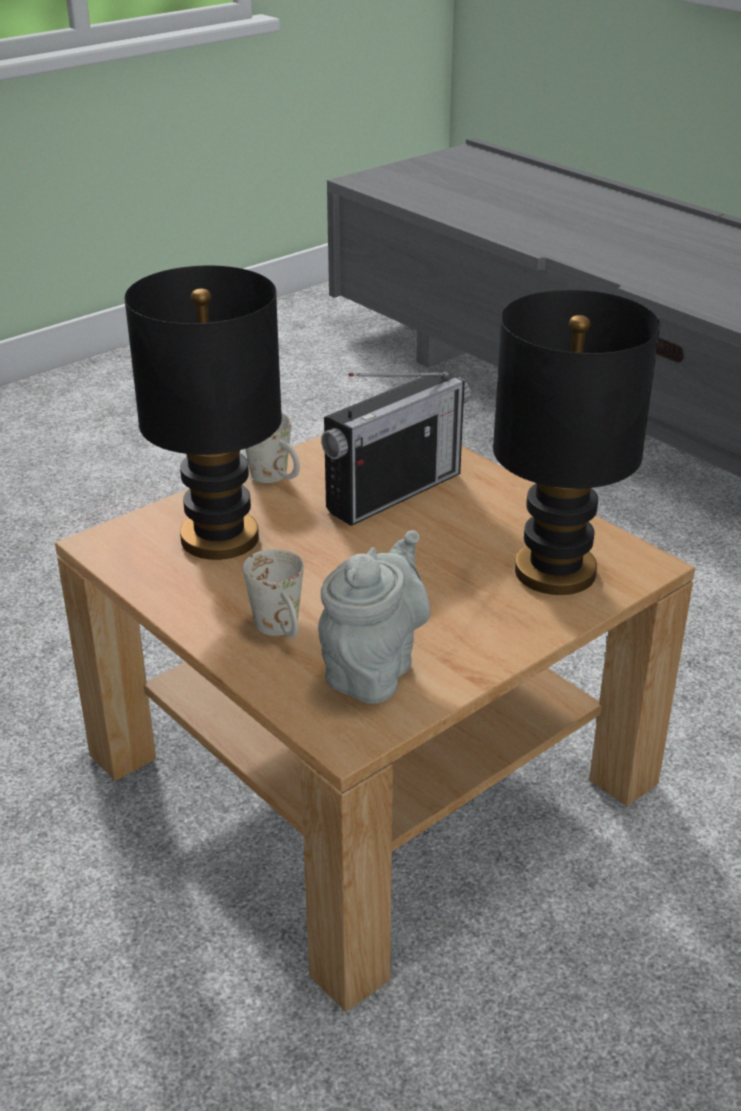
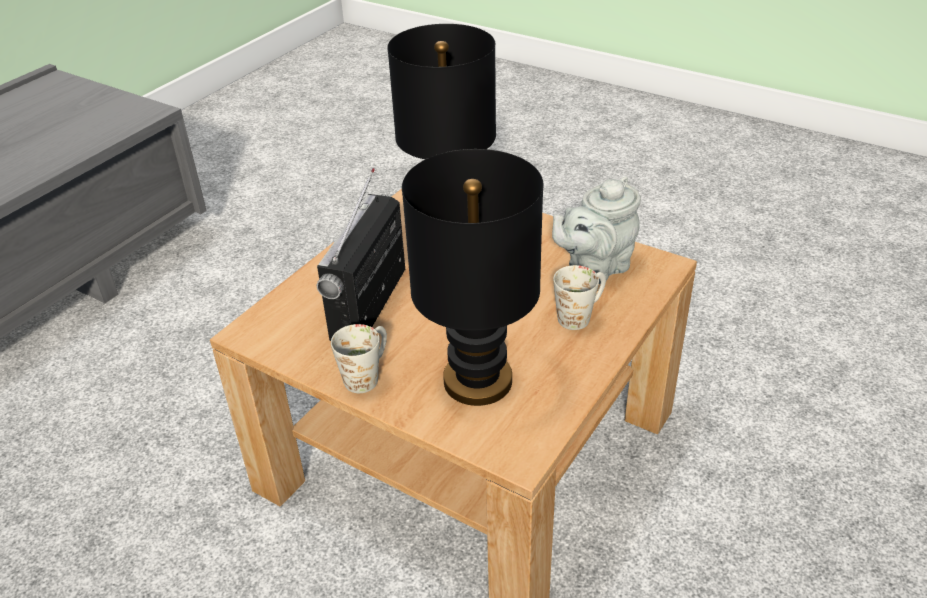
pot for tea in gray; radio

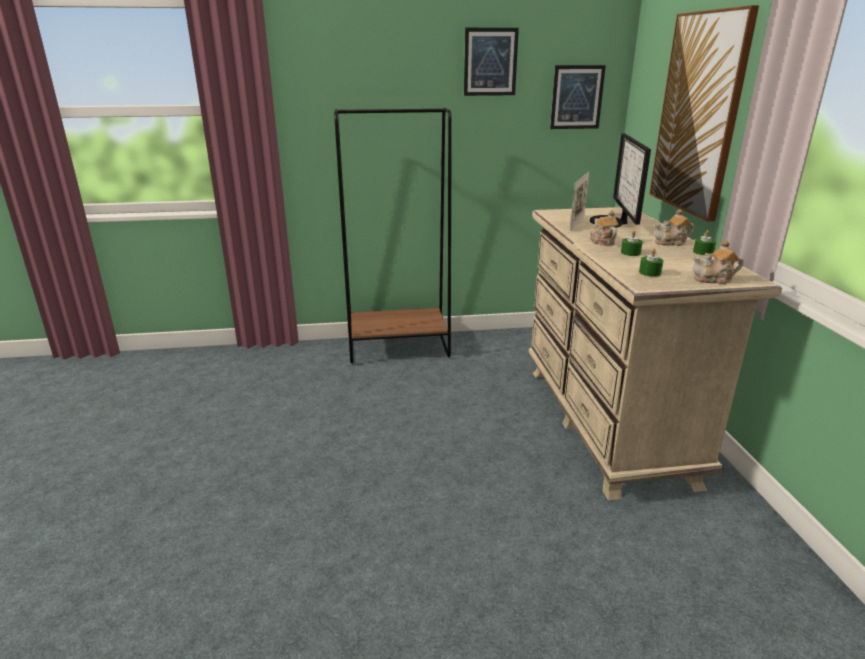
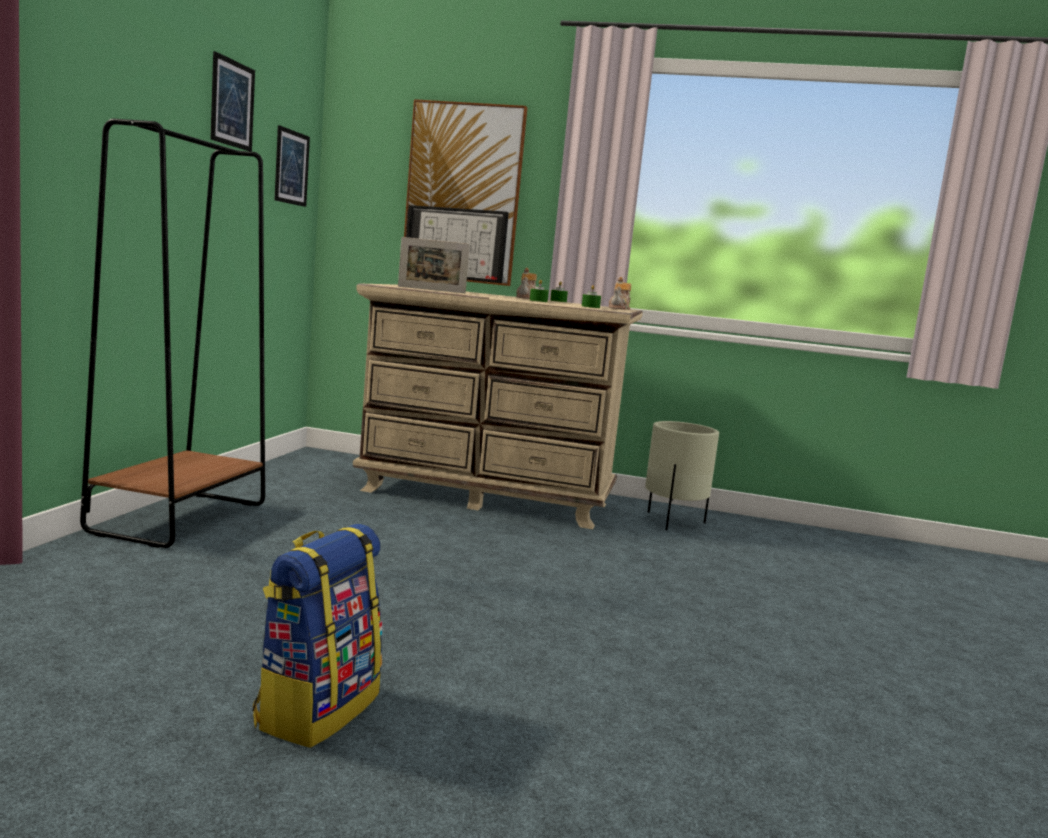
pot for tea (no. 1 from left in the first image); knapsack; flower pot in beige; standing frame

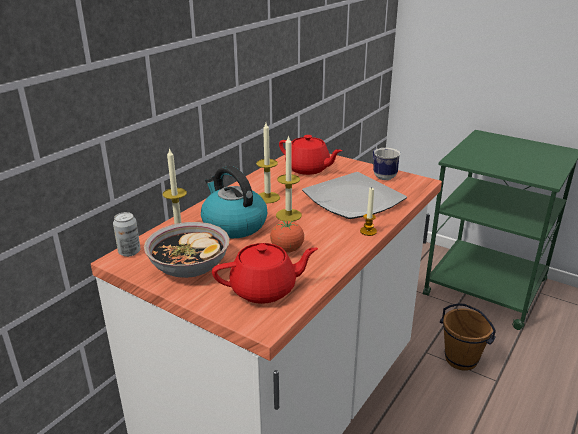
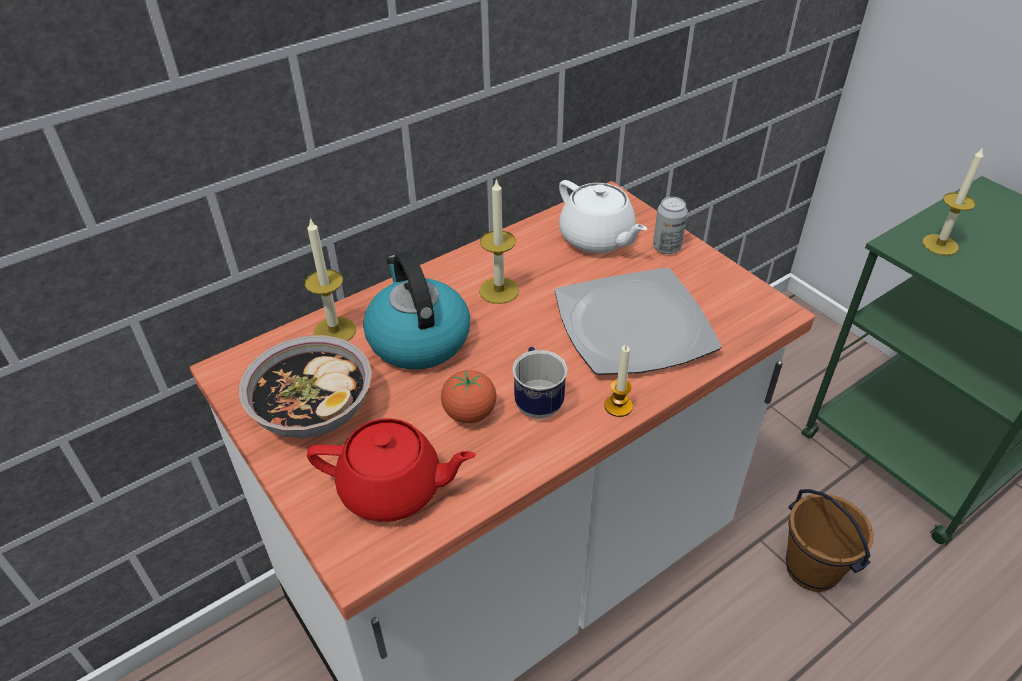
sealed can; wax candle (no. 4 from left); tea mug; pot for tea in white-coloured

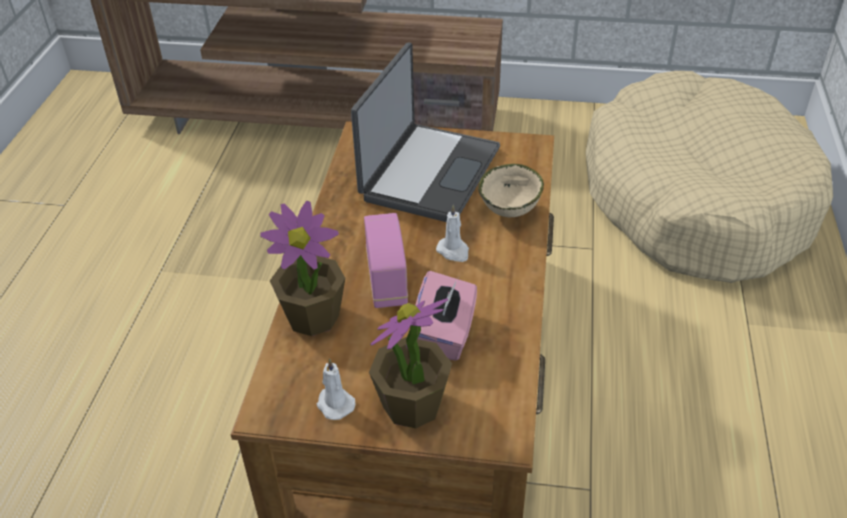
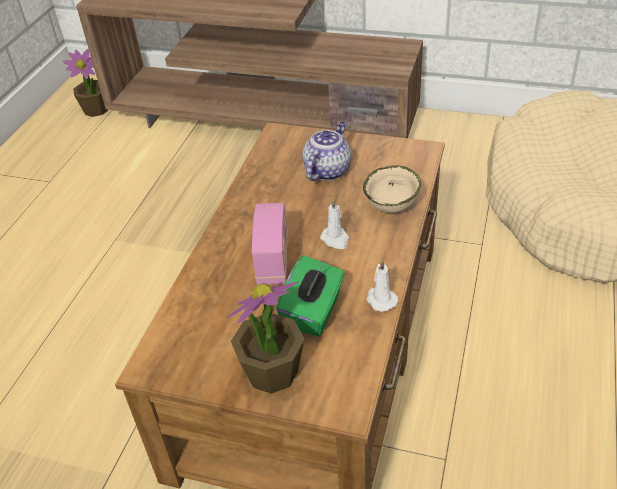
plant in a pot (no. 1 from left); wax candle in white-coloured (no. 2 from left); pot for tea; tissue holder in green

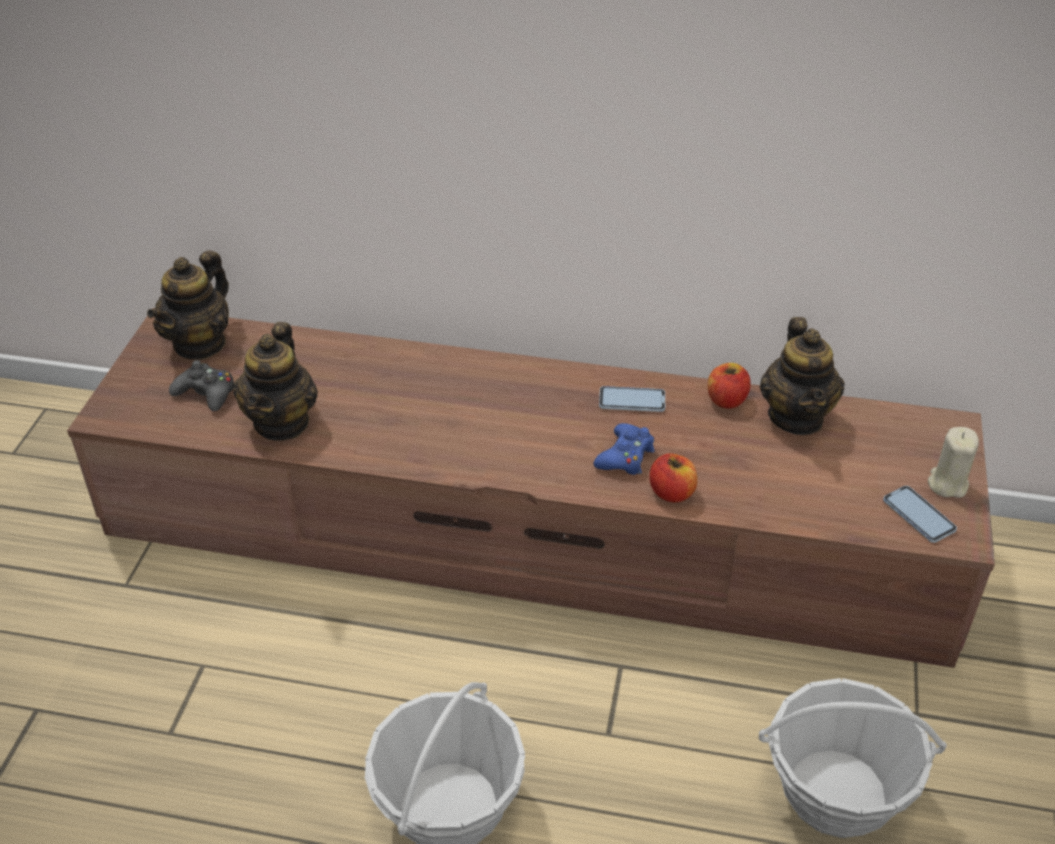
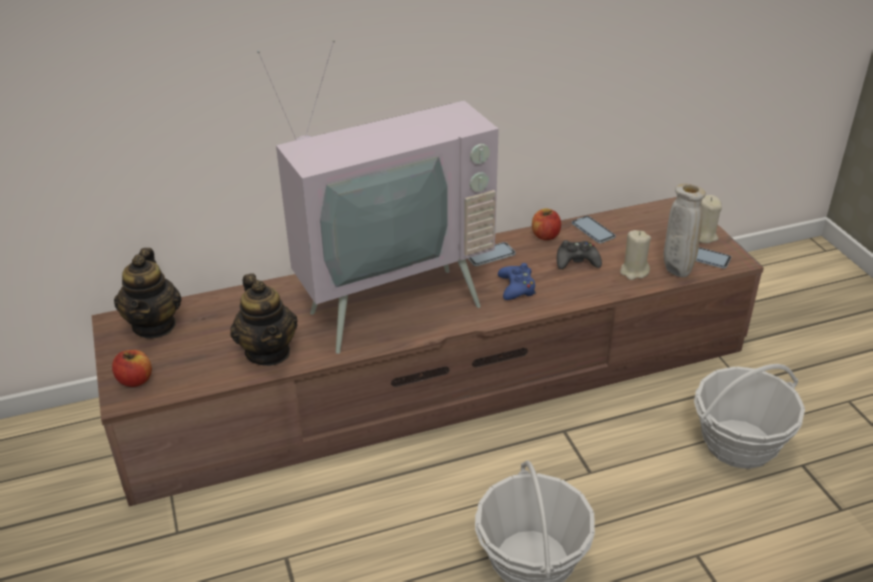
TV; wax candle in beige (no. 1 from left); vase in beige; joypad in black-coloured; apple fruit (no. 1 from left); handset (no. 2 from left)

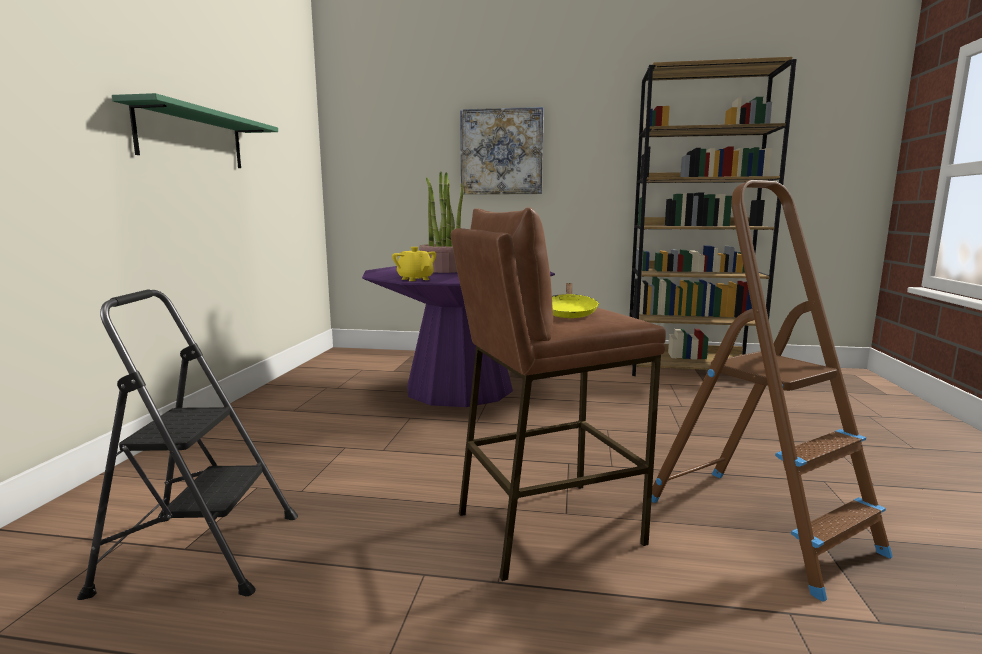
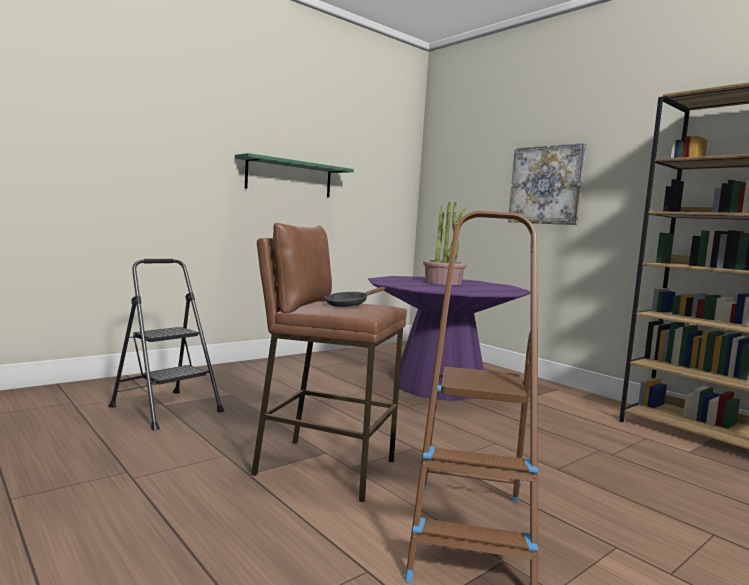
pot for tea in yellow; pan in black-coloured

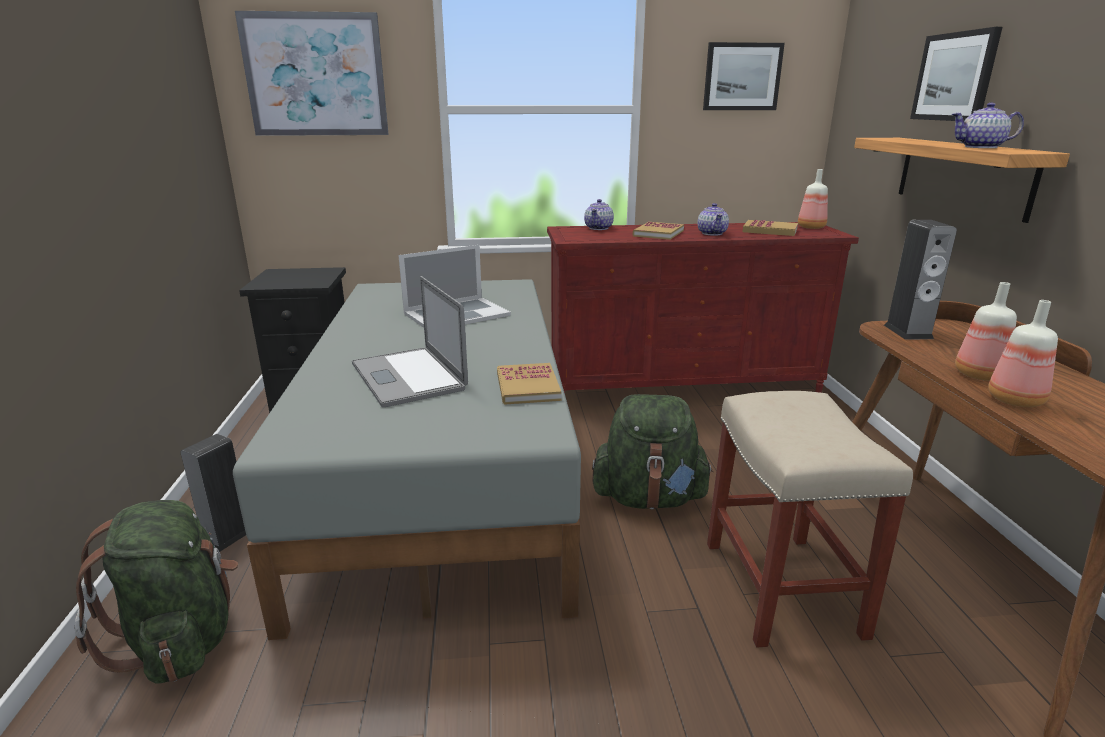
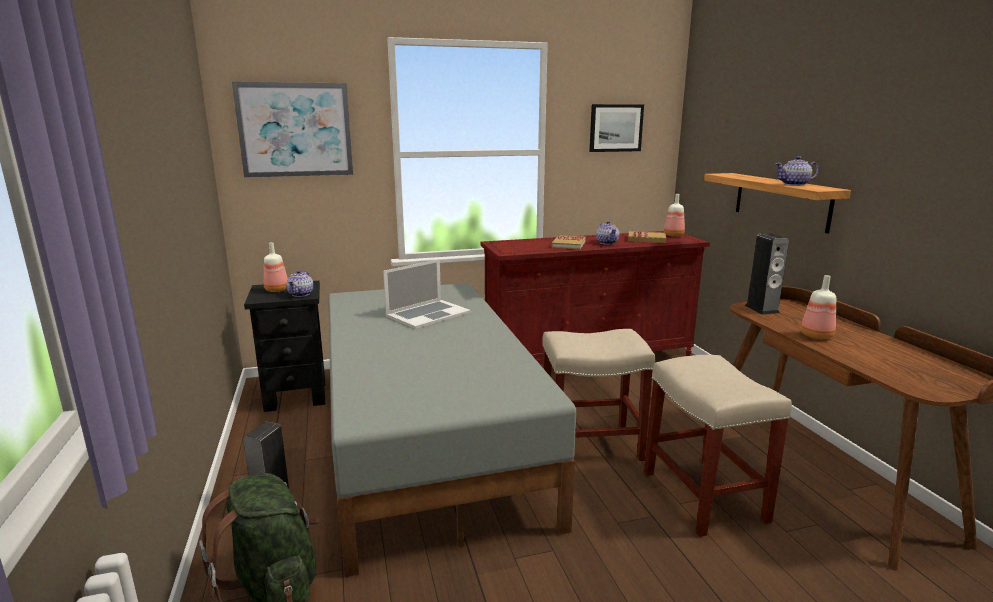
laptop (no. 1 from left in the first image); bound book (no. 1 from left in the first image); wall art (no. 3 from left in the first image); pot for tea (no. 1 from left); drink bottle (no. 1 from left); sitting stool in beige (no. 1 from left)

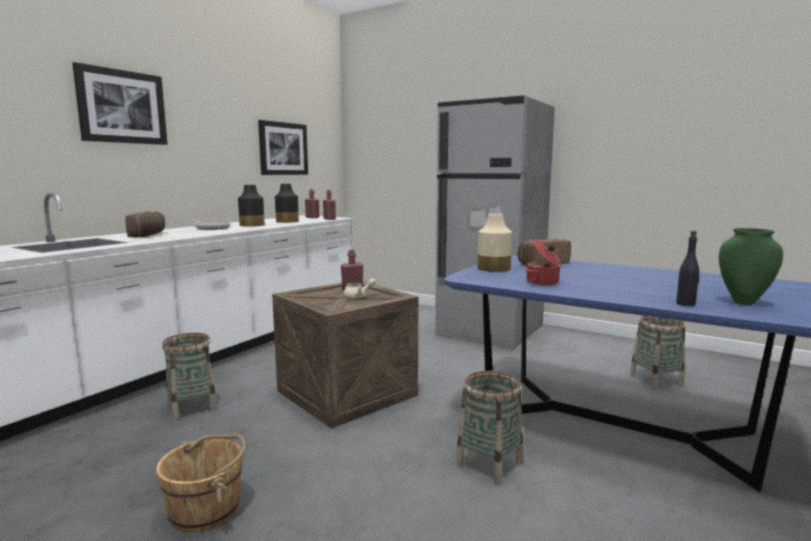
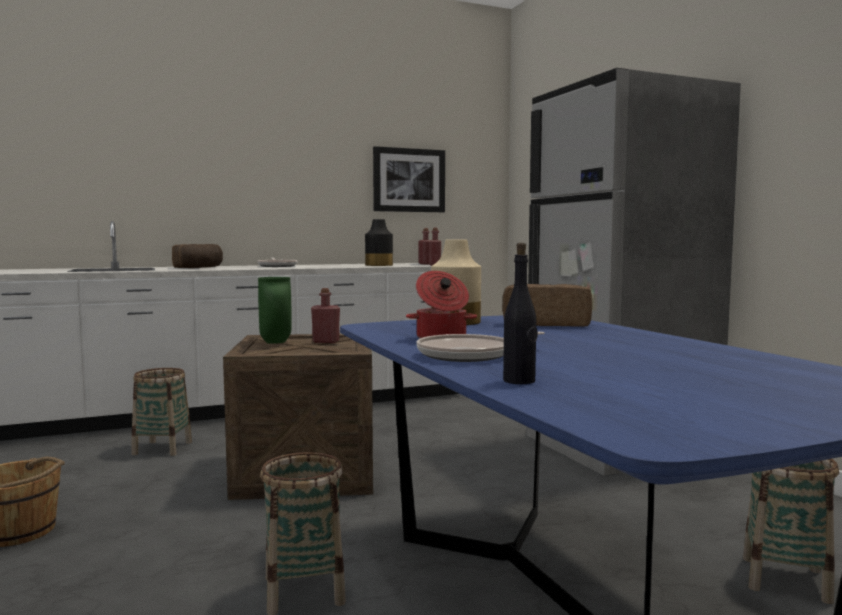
wall art (no. 1 from left in the first image); vase in black-coloured (no. 1 from left in the first image); pot for tea in beige; pan (no. 2 from left); vase in green

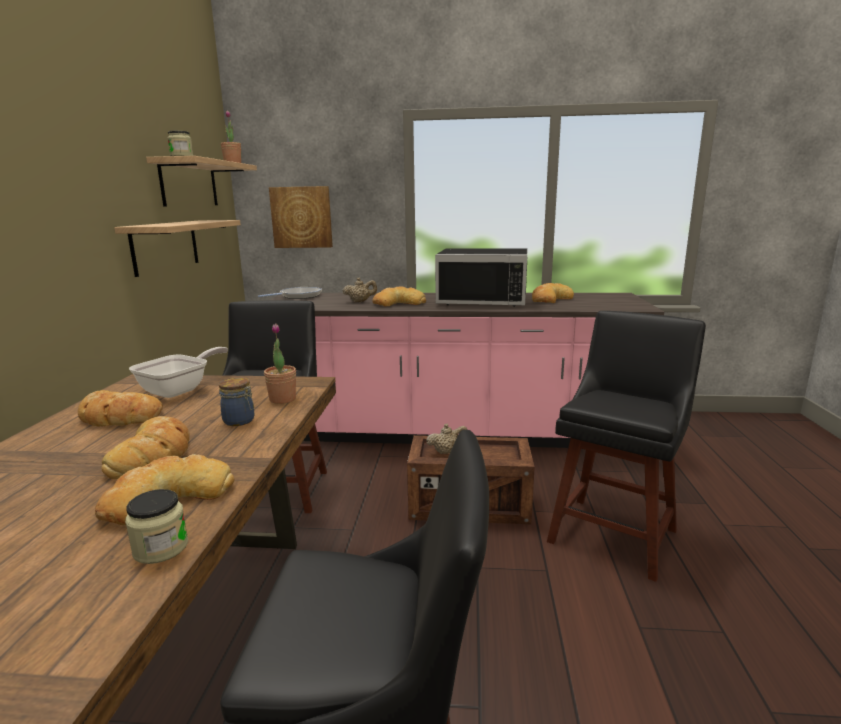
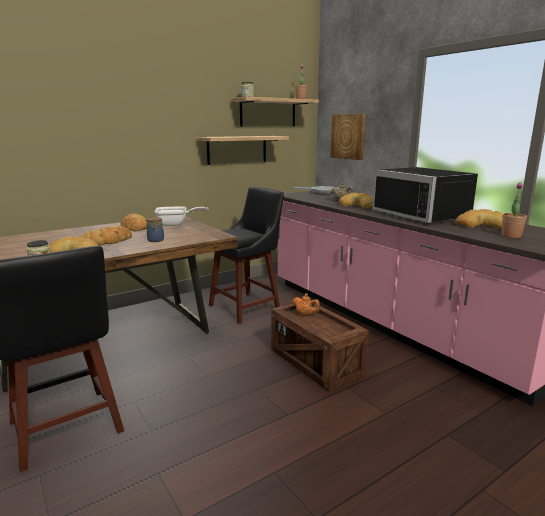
chair in black-coloured (no. 3 from left in the first image); plant in a pot (no. 2 from left); pot for tea in orangey

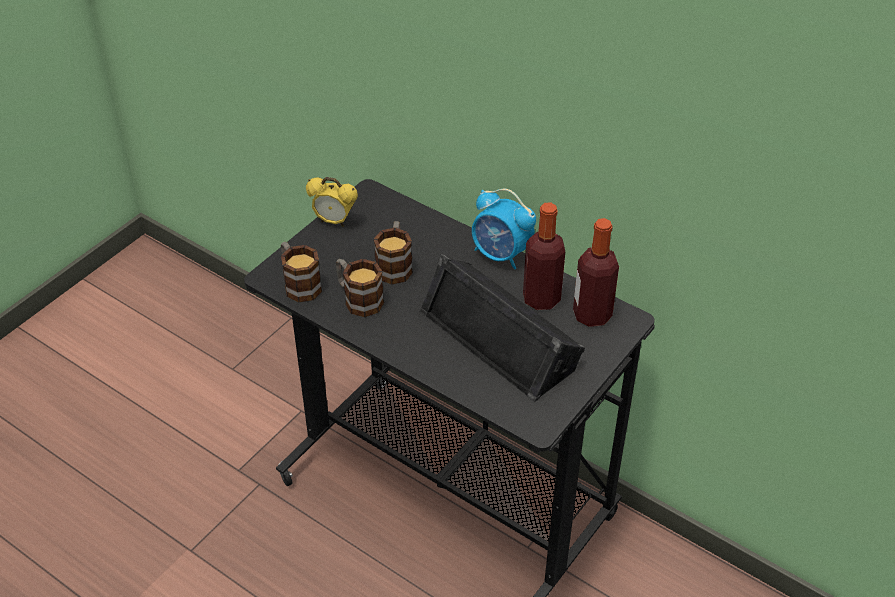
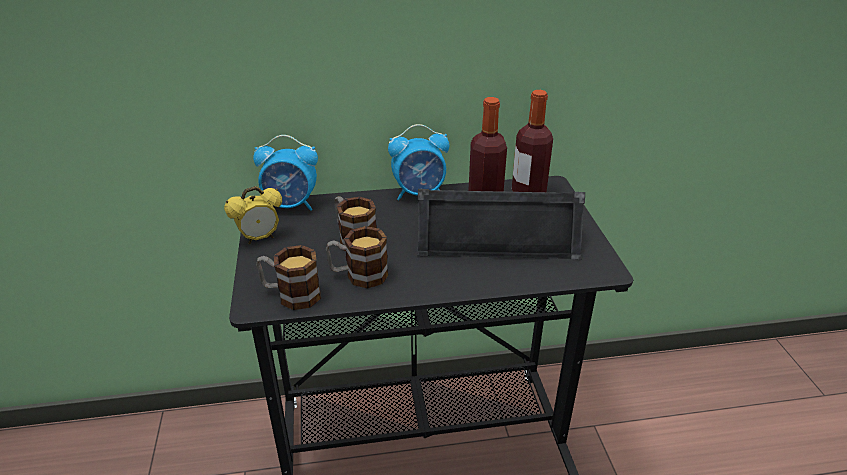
bedside clock (no. 2 from left)

